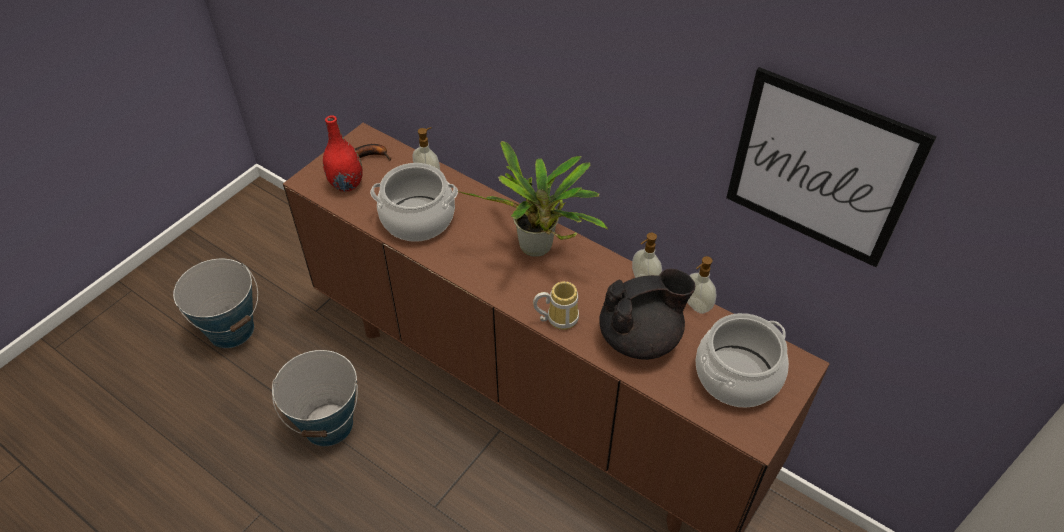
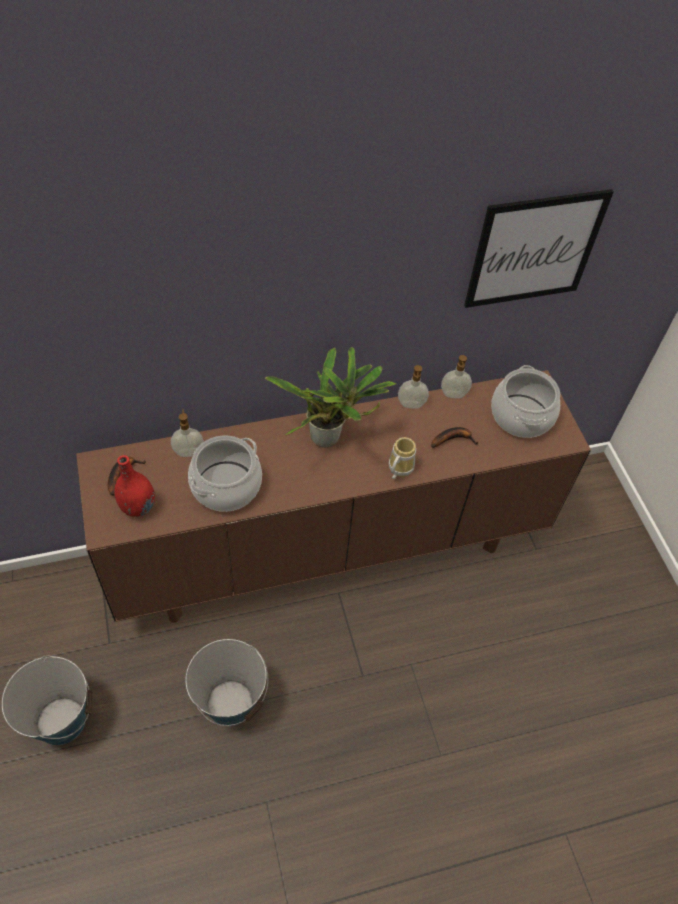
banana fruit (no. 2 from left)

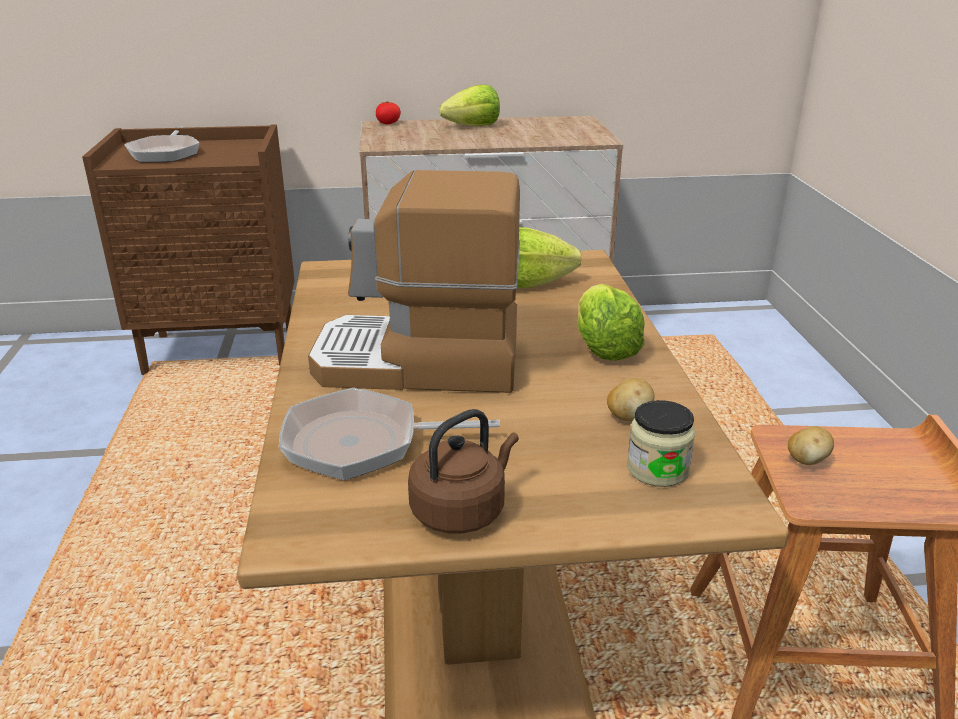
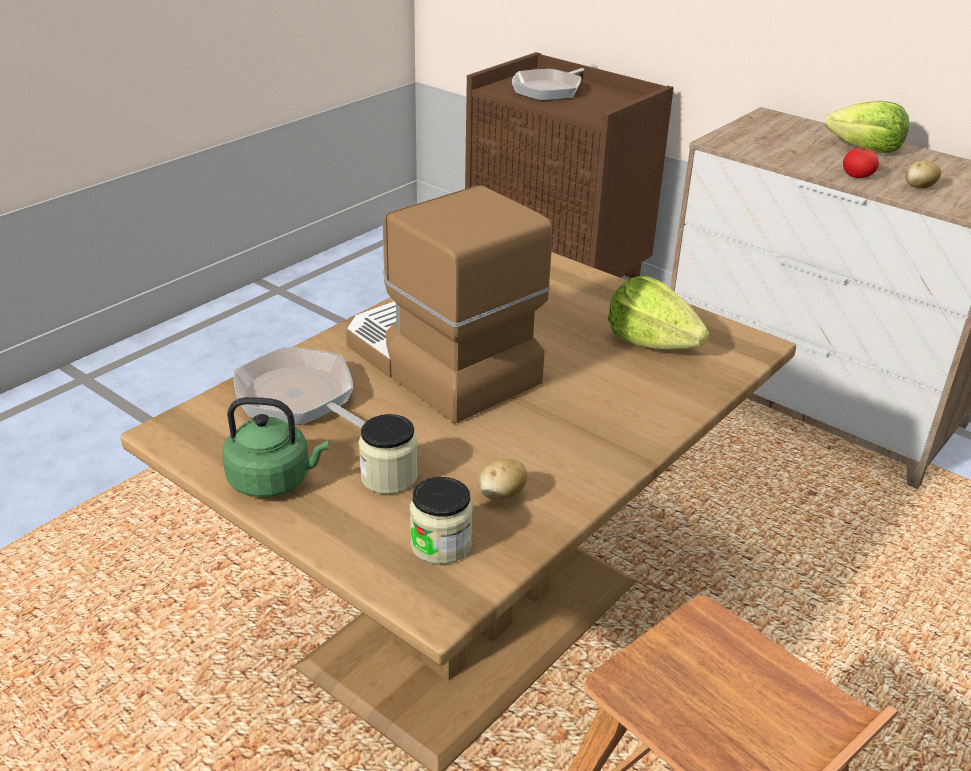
head of lettuce (no. 3 from left in the first image); storage jar (no. 1 from left); tomato; potato (no. 2 from left); kettle in green

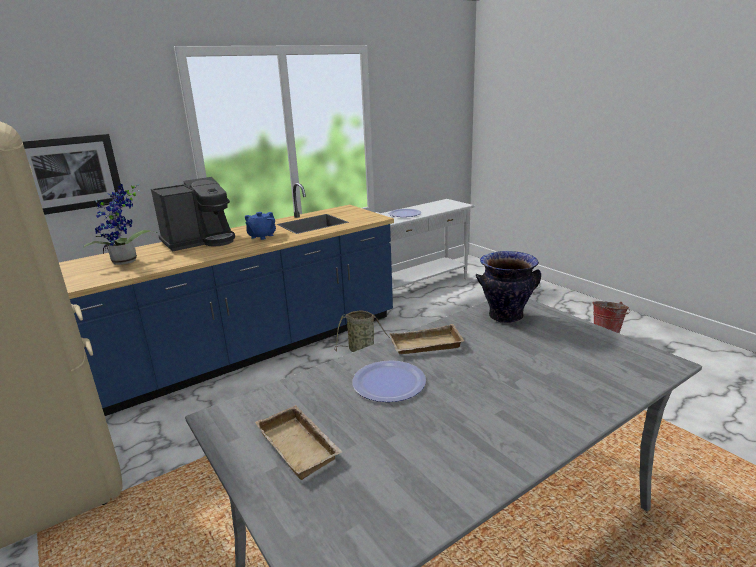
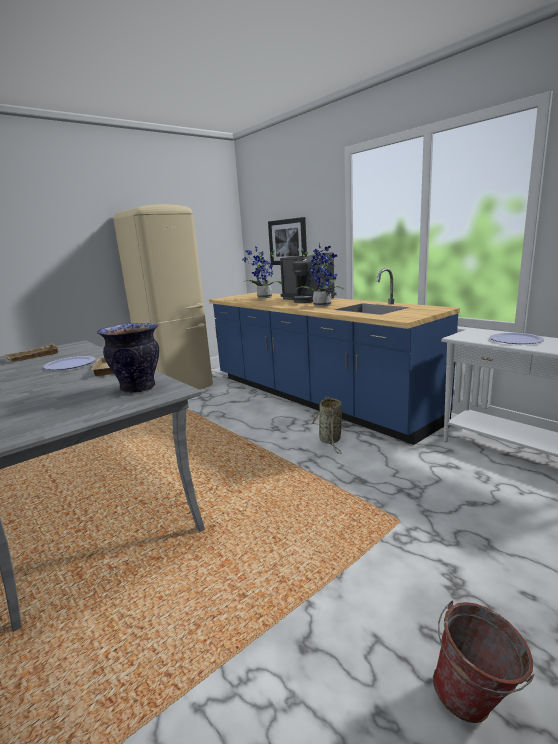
plant in a pot (no. 2 from left)

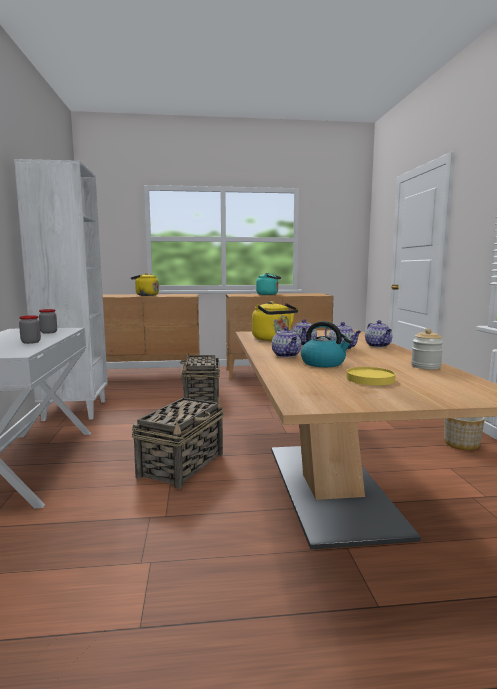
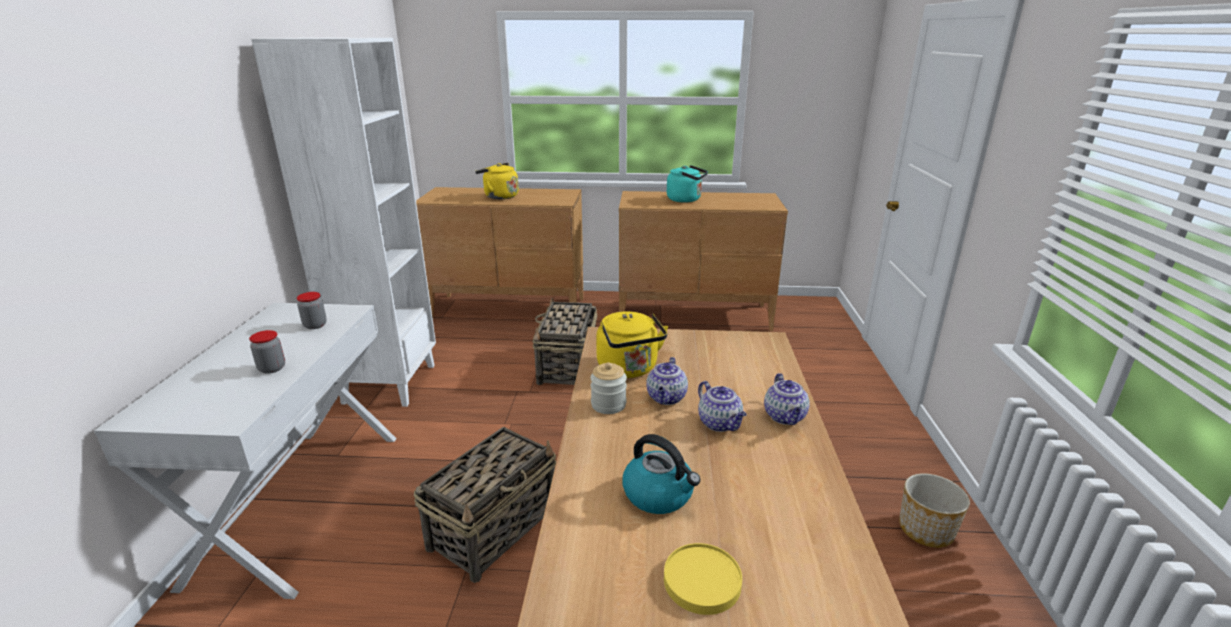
pot for tea (no. 1 from left in the first image); storage jar (no. 3 from left)

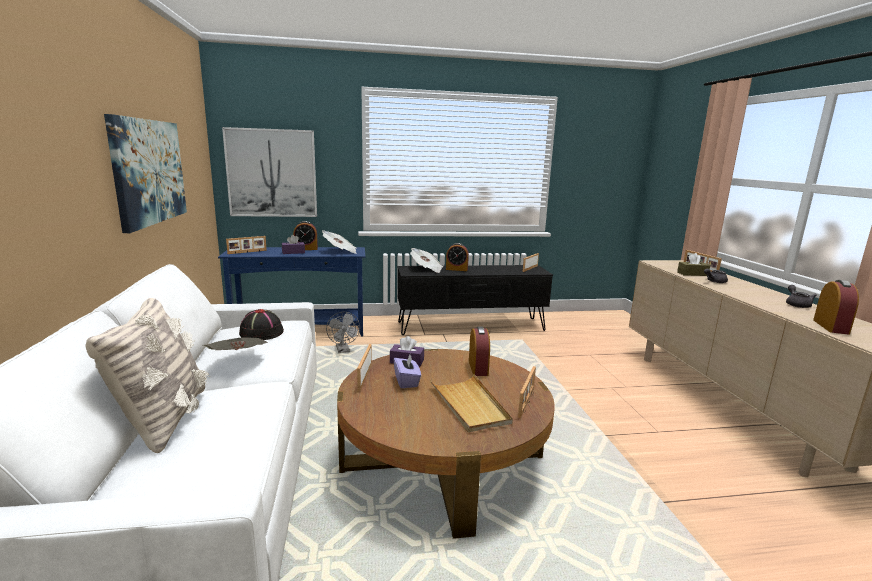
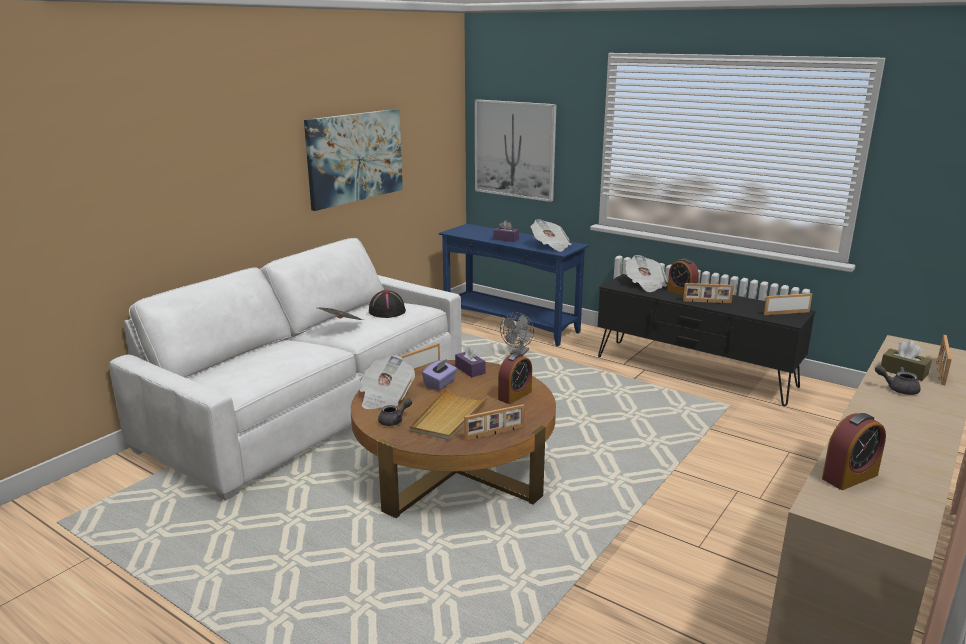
throw pillow in beige; bedside clock (no. 1 from left in the first image); newspaper (no. 2 from left); standing frame (no. 3 from left); pot for tea in gray (no. 1 from left)

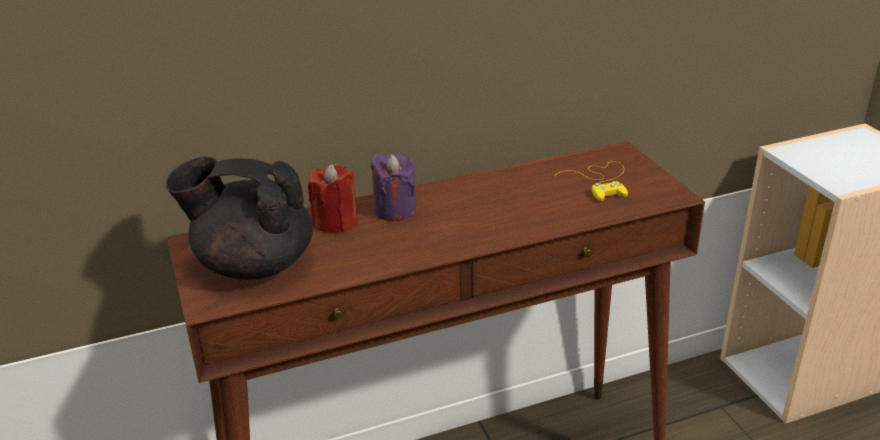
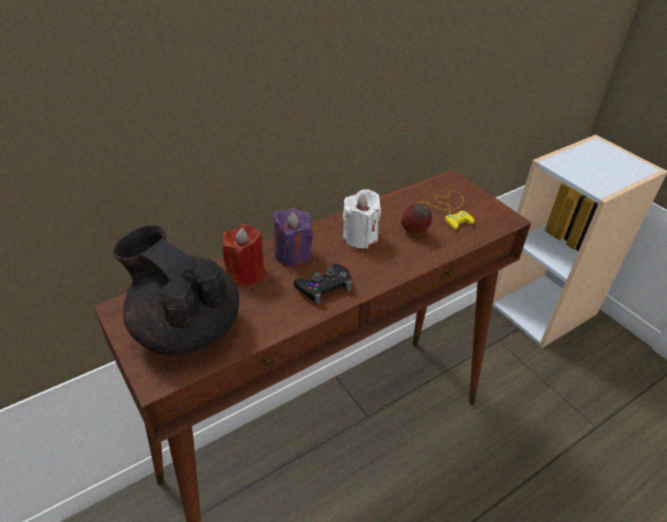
joypad in black-coloured; wax candle in white-coloured; apple fruit; pot for tea in black-coloured

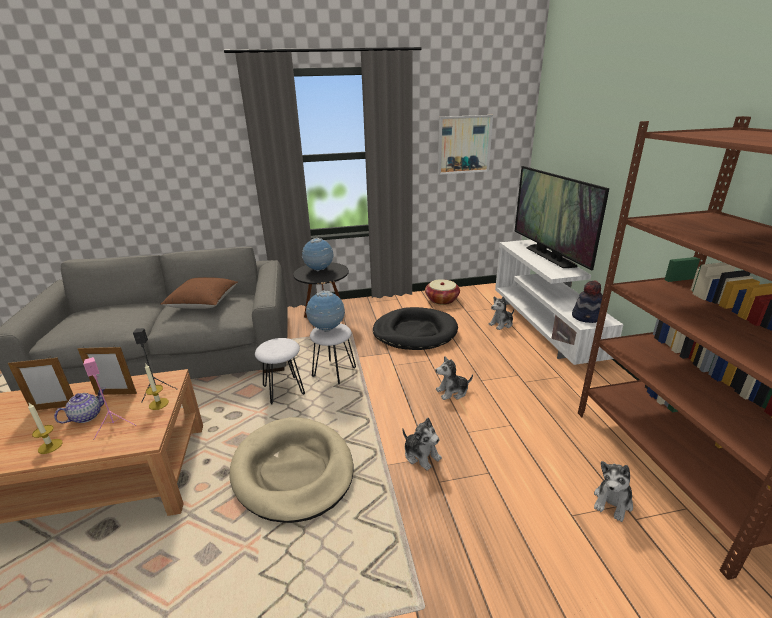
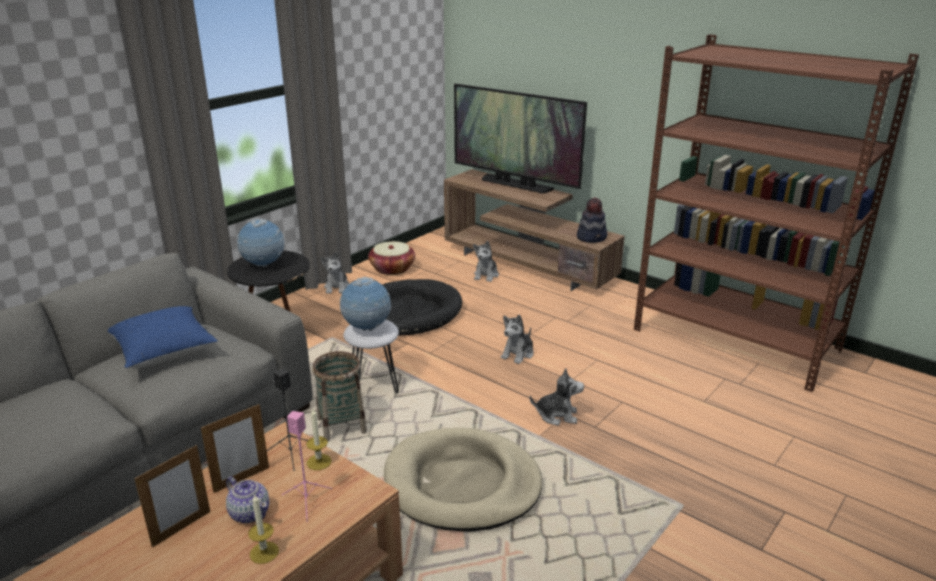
wall art; soft toy (no. 1 from left); storage basket (no. 1 from left); throw pillow in blue-coloured; media console in brownish; pot for tea

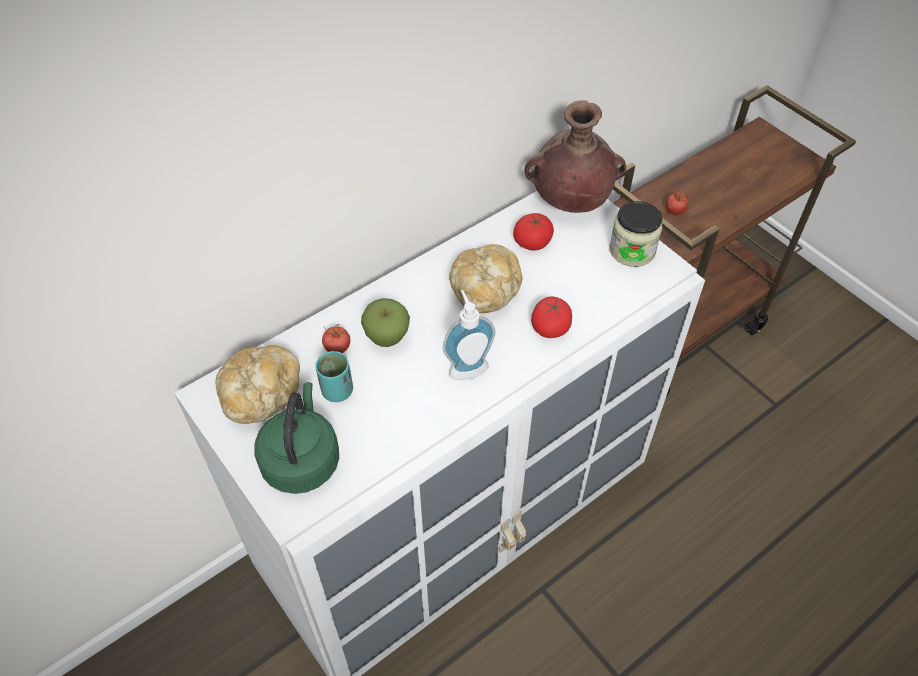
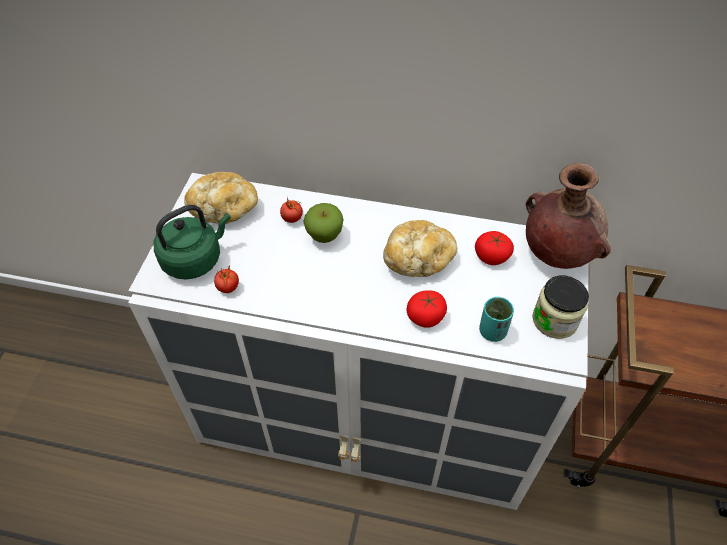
liquid soap bottle; drinking cup in blue-green; tomato (no. 1 from left)

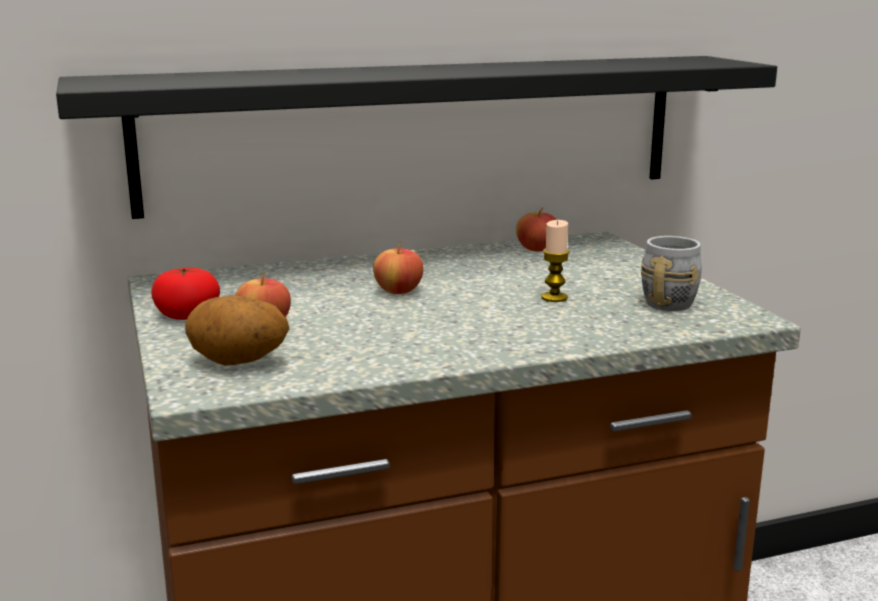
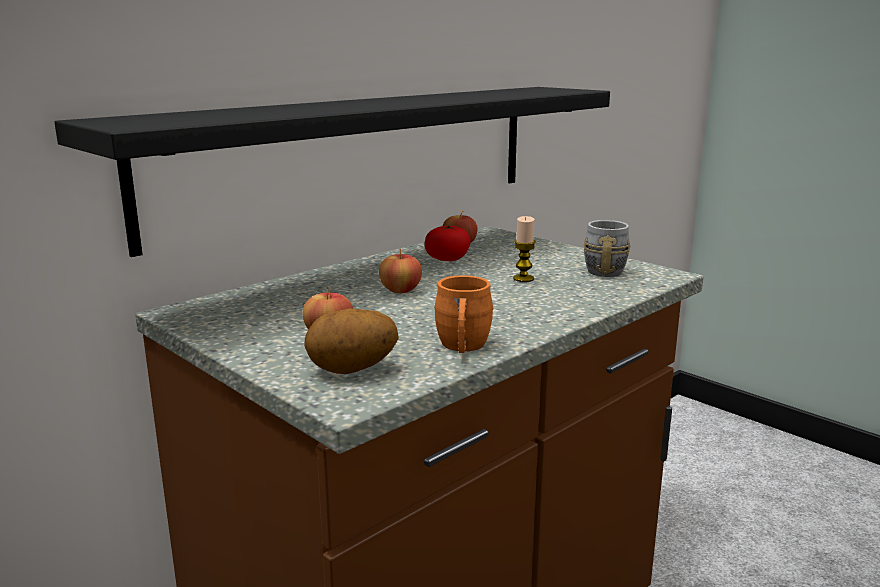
tea mug in orangey; tomato

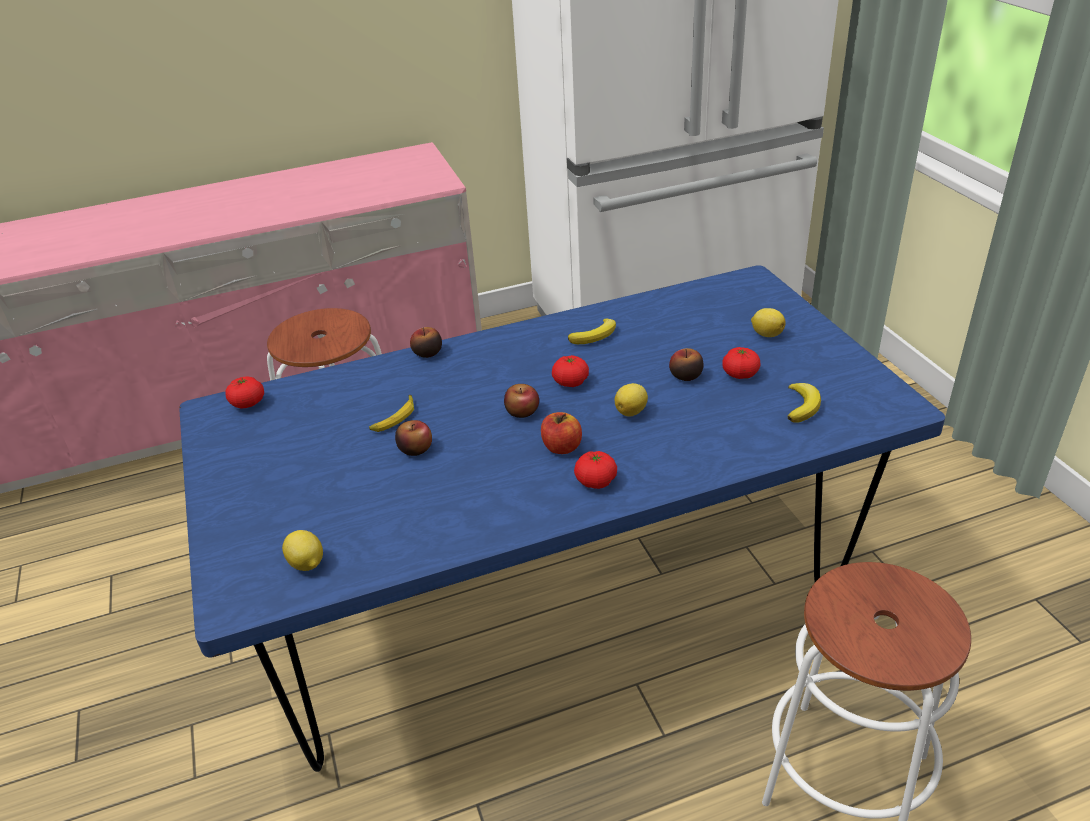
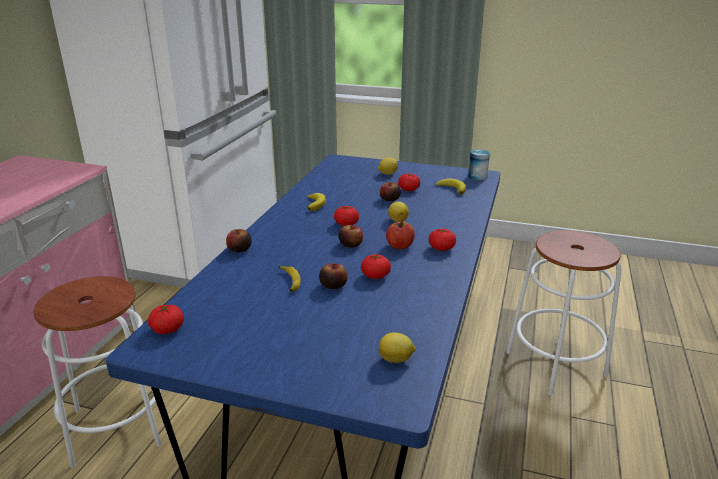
tomato (no. 3 from left); sealed can

